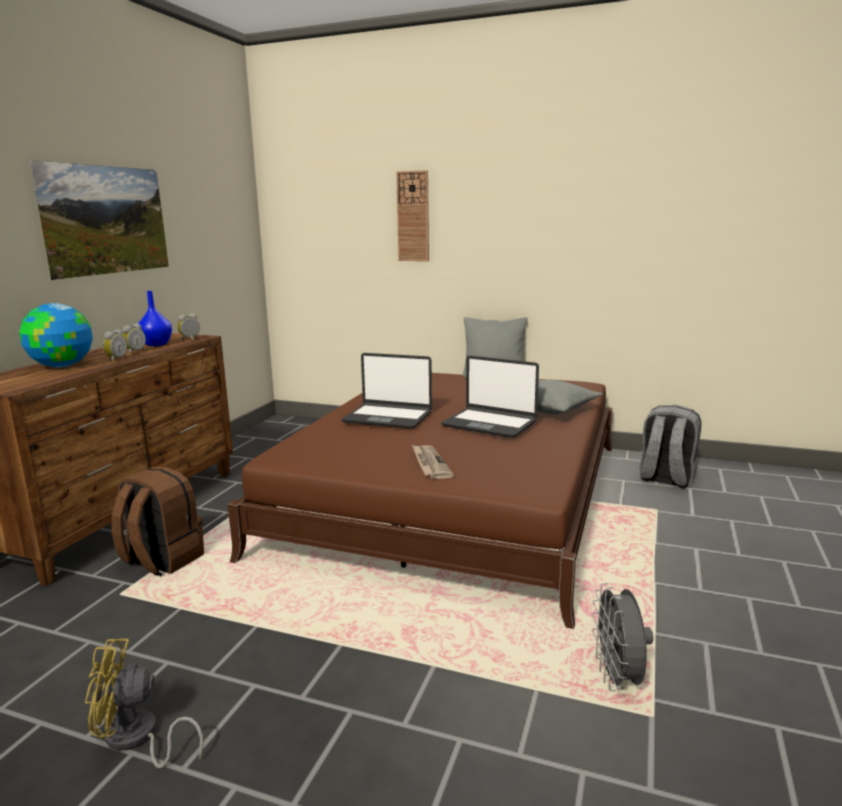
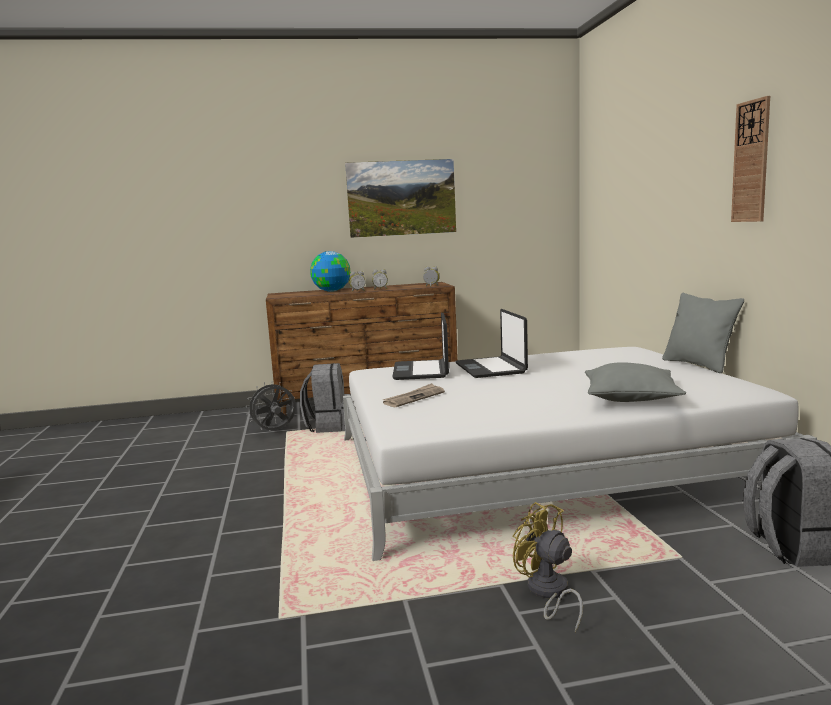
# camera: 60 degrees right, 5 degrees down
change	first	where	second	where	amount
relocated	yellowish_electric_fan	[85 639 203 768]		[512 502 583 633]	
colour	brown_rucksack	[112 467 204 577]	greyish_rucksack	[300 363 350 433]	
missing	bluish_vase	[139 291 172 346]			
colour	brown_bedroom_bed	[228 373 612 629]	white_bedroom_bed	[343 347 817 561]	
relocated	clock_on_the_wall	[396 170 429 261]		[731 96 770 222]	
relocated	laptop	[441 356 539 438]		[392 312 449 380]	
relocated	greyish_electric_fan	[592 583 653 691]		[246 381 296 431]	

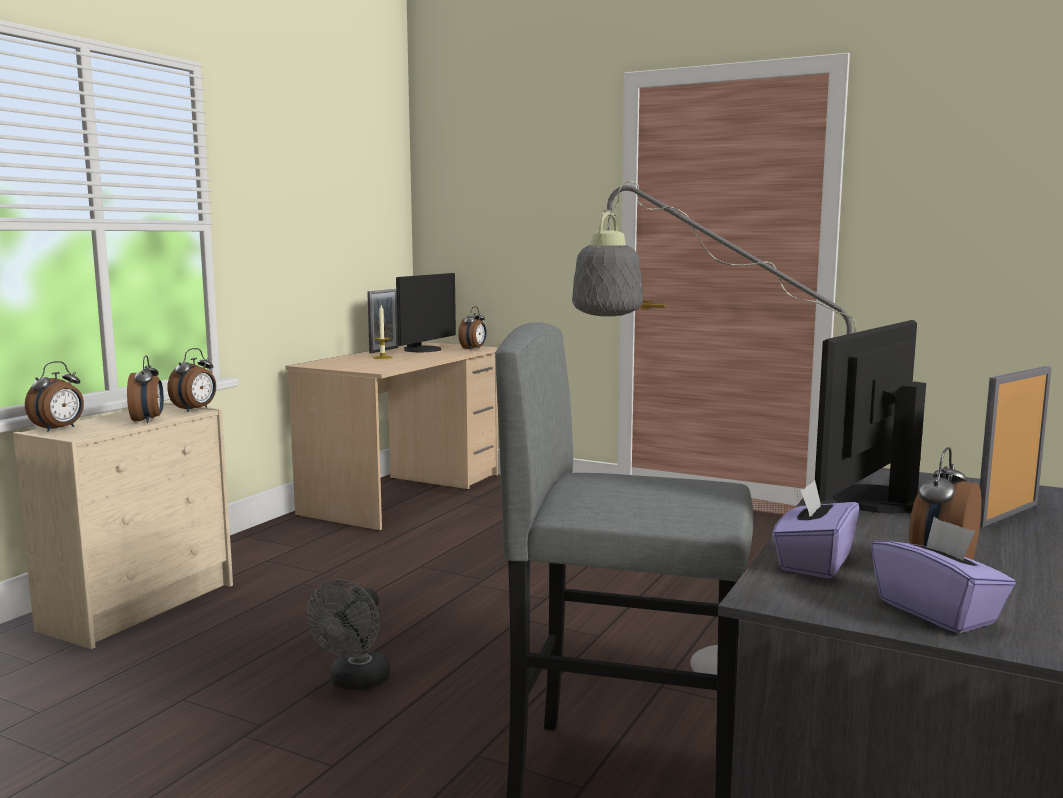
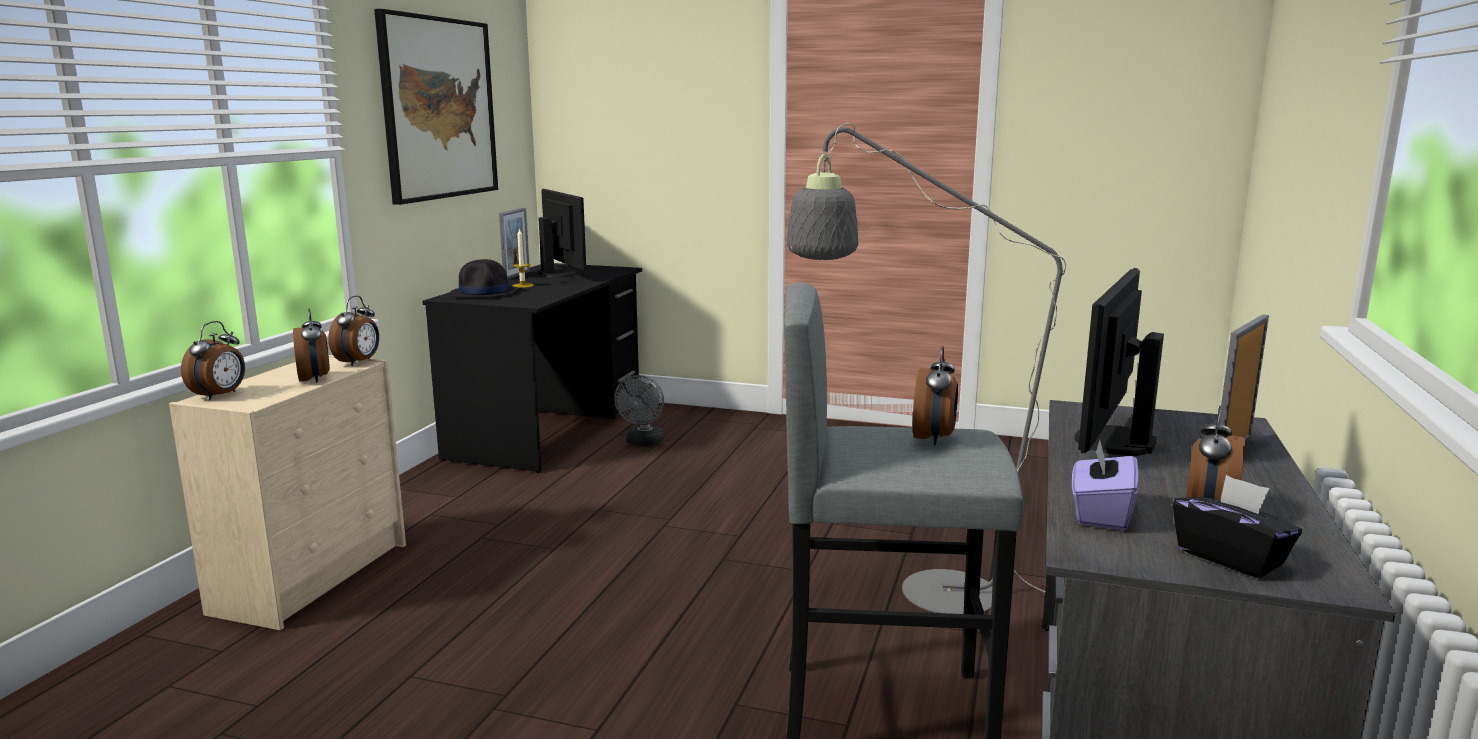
# camera: 10 degrees left, 5 degrees up
change	first	where	second	where	amount
colour	beige-coloured_desk_unit	[286 342 499 531]	blackish_desk_unit	[422 263 642 473]	
relocated	greyish_electric_fan	[307 579 390 690]		[614 375 664 446]	
spun	computer_display	[396 273 456 352]		[538 189 586 278]	45 degrees counterclockwise
relocated	bedside_clock	[458 306 486 350]		[913 346 958 445]	
colour	purple-coloured_tissue_holder	[871 517 1016 634]	blackish_tissue_holder	[1173 475 1302 578]	
appeared			picture	[374 9 498 205]	
appeared			blackish_wearable_hat	[449 259 518 298]	

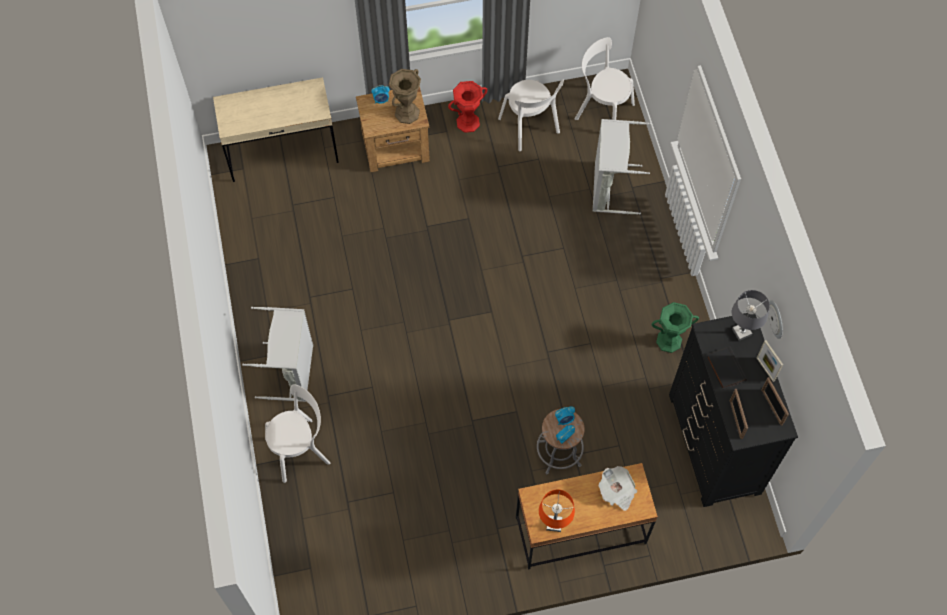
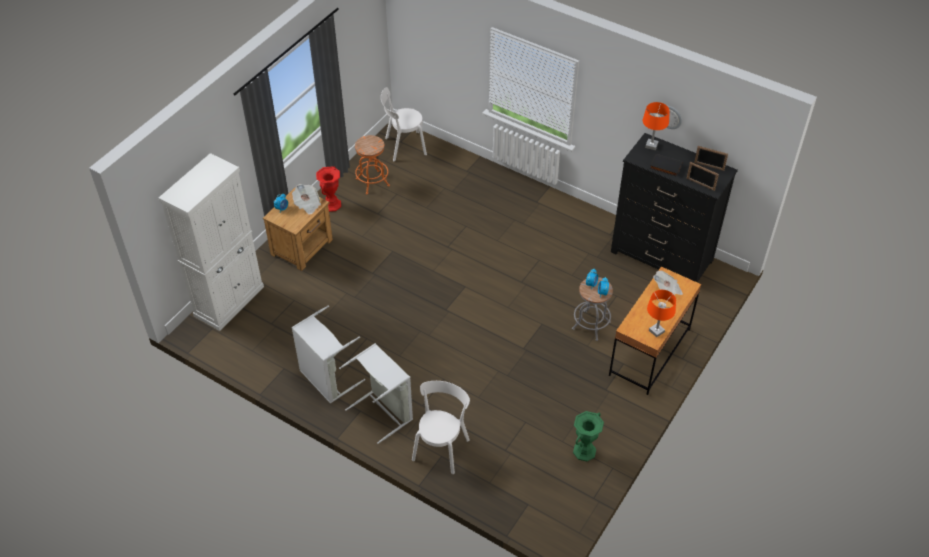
# camera: 45 degrees left, 15 degrees down
change	first	where	second	where	amount
exchanged	beige-coloured_desk_unit	[213 77 339 182]	white_storage_cabinet	[159 153 264 331]	
exchanged	brown_vase	[389 69 421 124]	printed_paper	[292 184 321 215]	
exchanged	white_upright_chair	[498 79 564 151]	orange-coloured_sitting_stool	[355 135 390 194]	
relocated	greyish_laundry_basket	[593 119 651 214]		[292 305 365 403]	
relocated	greenish_vase	[652 302 699 353]		[573 411 604 461]	
colour	greyish_lamp_for_a_table	[732 290 770 341]	orange-coloured_lamp_for_a_table	[643 102 670 150]	
missing	standing_frame	[757 340 783 382]			

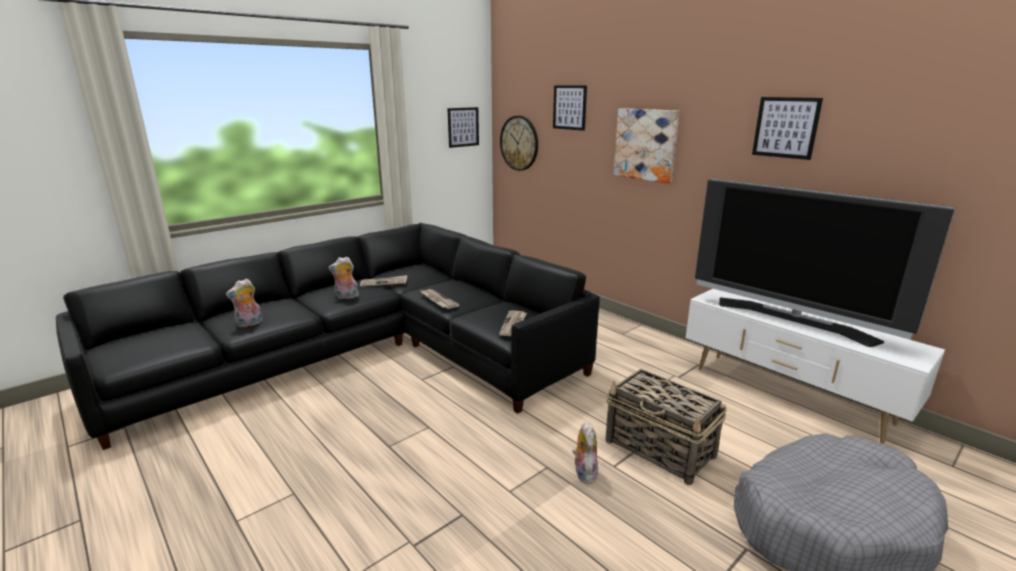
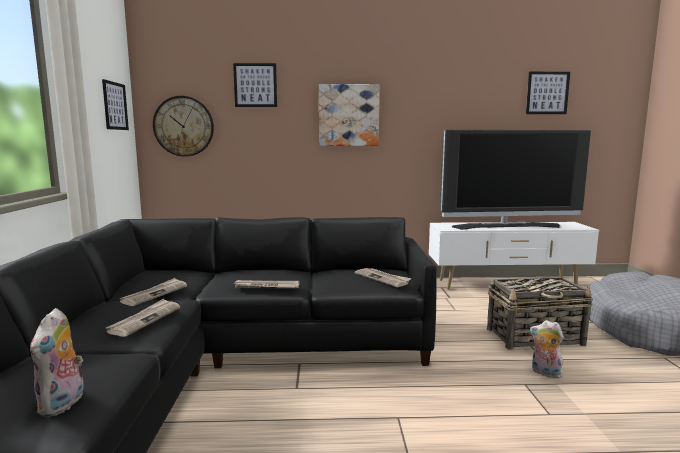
# camera: 50 degrees left, 10 degrees down
change	first	where	second	where	amount
exchanged	plush_toy	[328 256 359 299]	printed_paper	[106 299 180 337]	
relocated	picture	[752 97 823 160]		[526 72 570 114]	

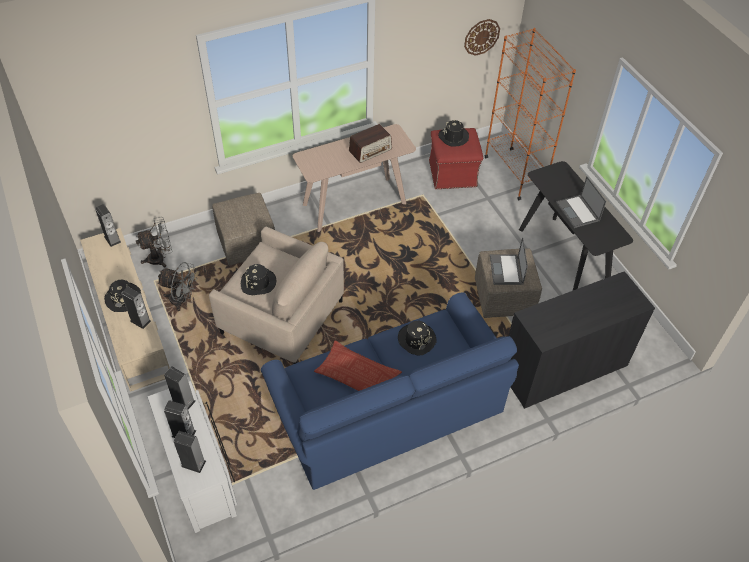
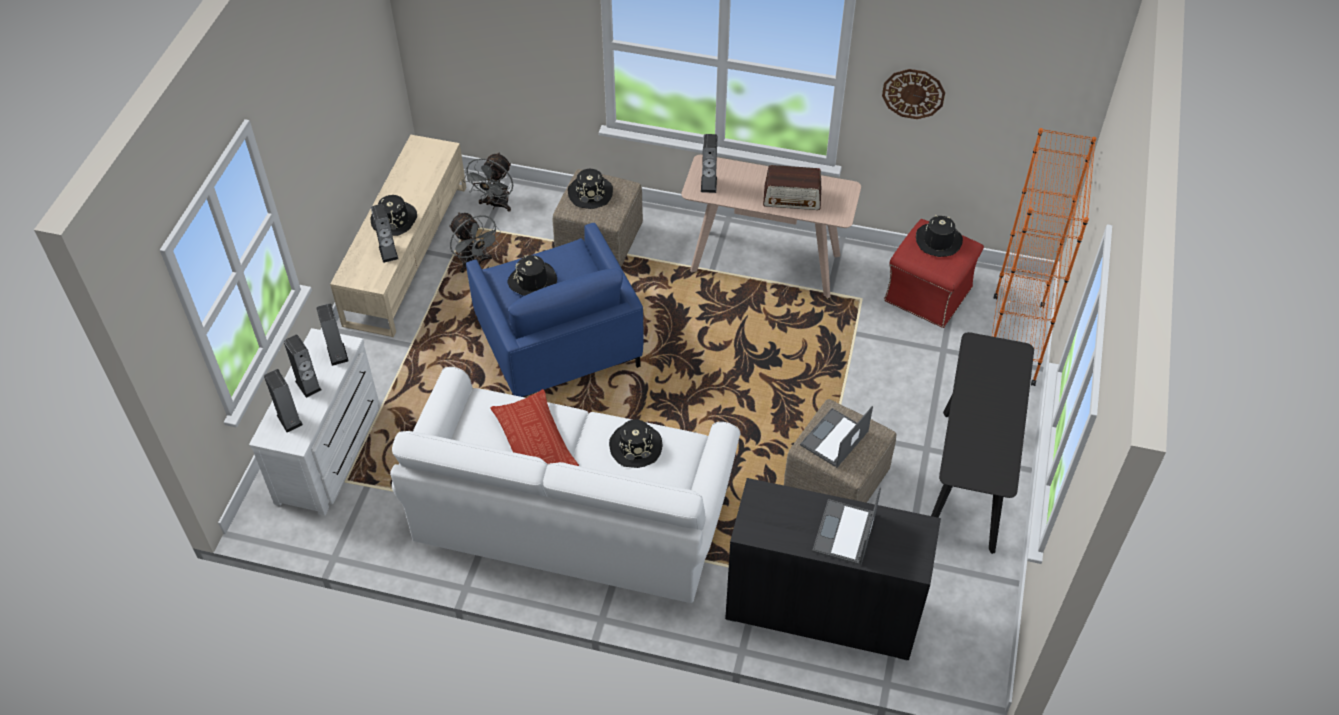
# camera: 40 degrees right, 0 degrees up
change	first	where	second	where	amount
relocated	audio_speaker	[95 204 121 247]		[701 134 718 193]	
spun	greyish_electric_fan	[136 217 172 267]		[463 152 513 212]	90 degrees clockwise
colour	beige-coloured_easy_chair	[209 227 344 364]	bluish_easy_chair	[466 223 643 397]	
colour	bluish_settee	[261 292 519 490]	white_settee	[390 367 740 603]	
relocated	clock_on_the_wall	[464 19 500 56]		[882 69 945 119]	
relocated	laptop	[556 176 606 228]		[812 488 881 566]	
appeared			blackish_wearable_hat	[568 169 613 209]	

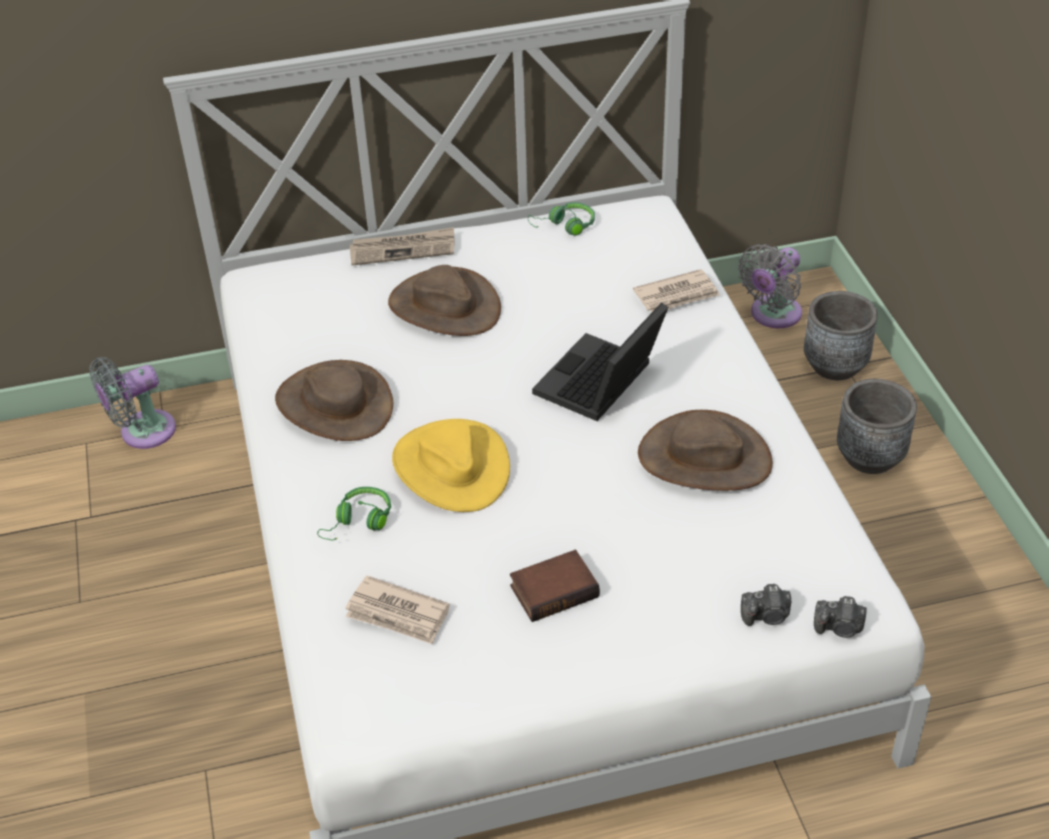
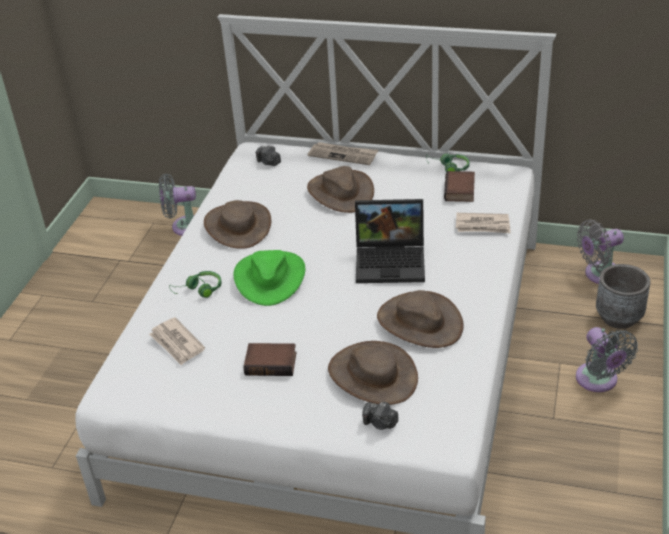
# camera: 30 degrees right, 5 degrees down
change	first	where	second	where	amount
colour	yellowish_wearable_hat	[392 419 510 512]	greenish_wearable_hat	[234 250 305 306]	
spun	laptop	[532 302 668 421]		[355 199 425 283]	150 degrees counterclockwise
relocated	photo_camera	[814 596 867 638]		[256 145 281 166]	
exchanged	greyish_flower_pot	[837 379 917 474]	greyish_electric_fan	[576 327 638 392]	
appeared			brown_wearable_hat	[328 341 418 405]	
appeared			book	[444 171 475 202]	

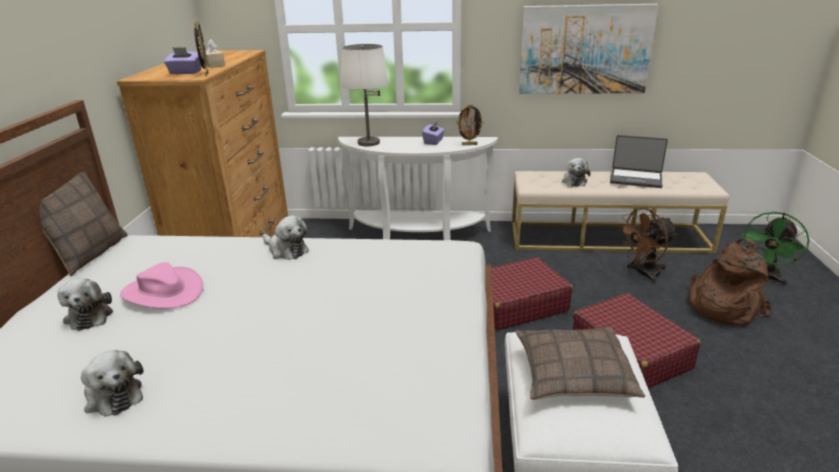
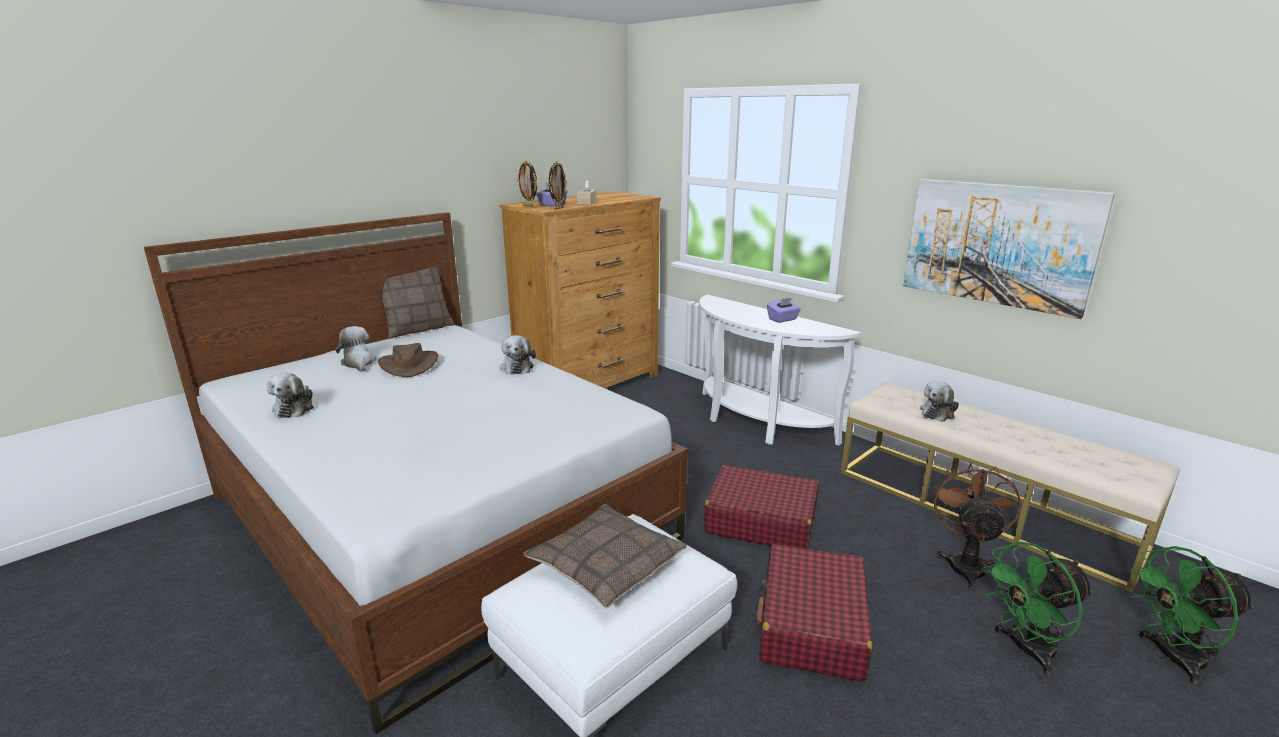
# camera: 40 degrees right, 5 degrees down
change	first	where	second	where	amount
spun	plush_toy	[57 278 113 331]		[336 326 376 372]	135 degrees clockwise
colour	pink-coloured_wearable_hat	[120 262 203 309]	brown_wearable_hat	[378 343 438 377]	
missing	white_lamp_for_a_table	[341 44 388 146]			
relocated	standing_frame	[456 104 484 145]		[517 160 538 207]	
missing	laptop	[610 135 668 188]			
spun	brown_electric_fan	[617 208 678 284]		[933 462 1021 590]	90 degrees clockwise
exchanged	brown_rucksack	[688 239 771 326]	greenish_electric_fan	[982 541 1093 676]	

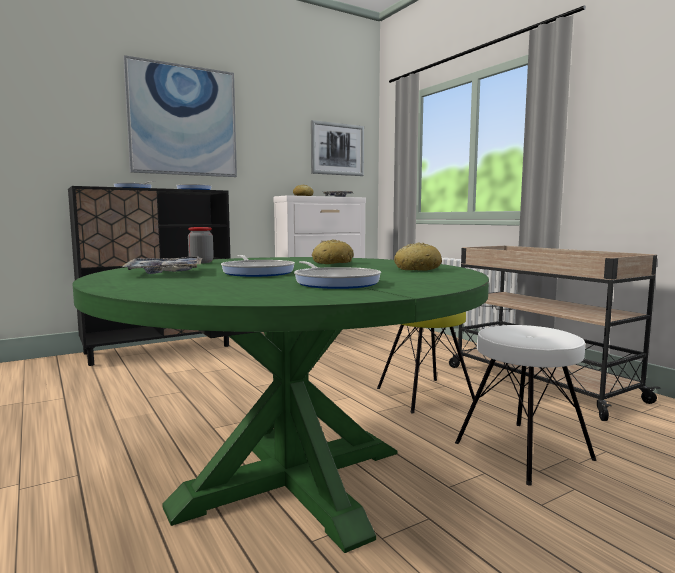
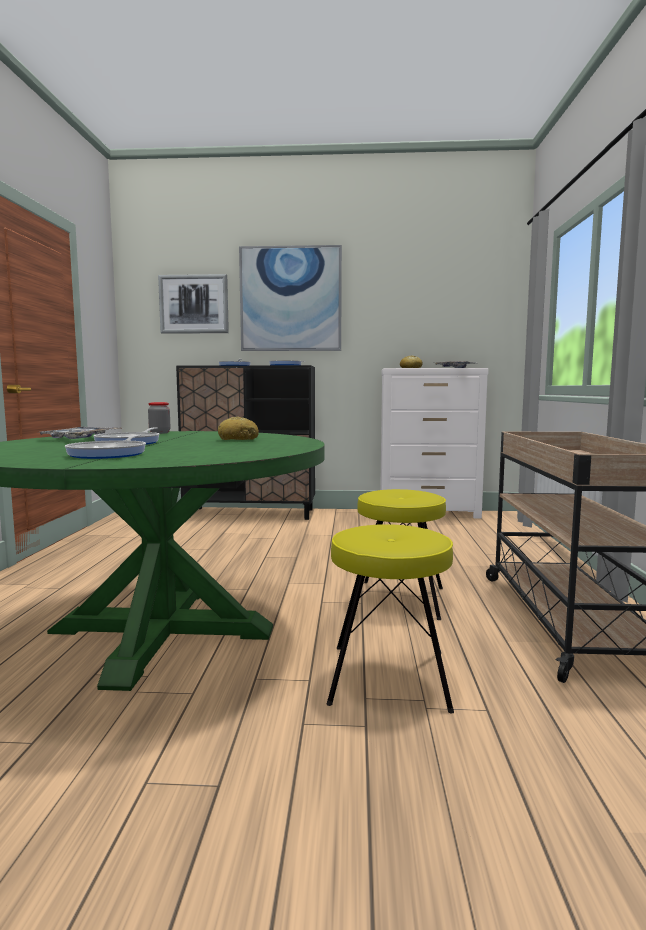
# camera: 35 degrees right, 0 degrees up
change	first	where	second	where	amount
relocated	picture	[311 120 364 176]		[158 274 229 334]	
missing	bread	[394 242 442 271]			
colour	white_sitting_stool	[455 325 597 486]	yellowish_sitting_stool	[327 524 454 714]	

